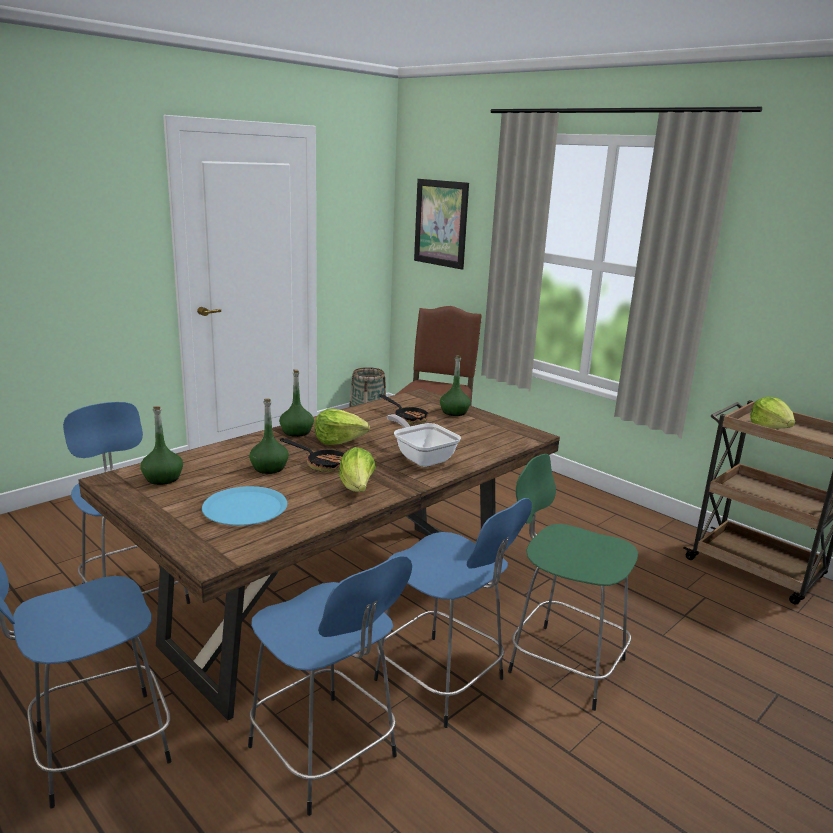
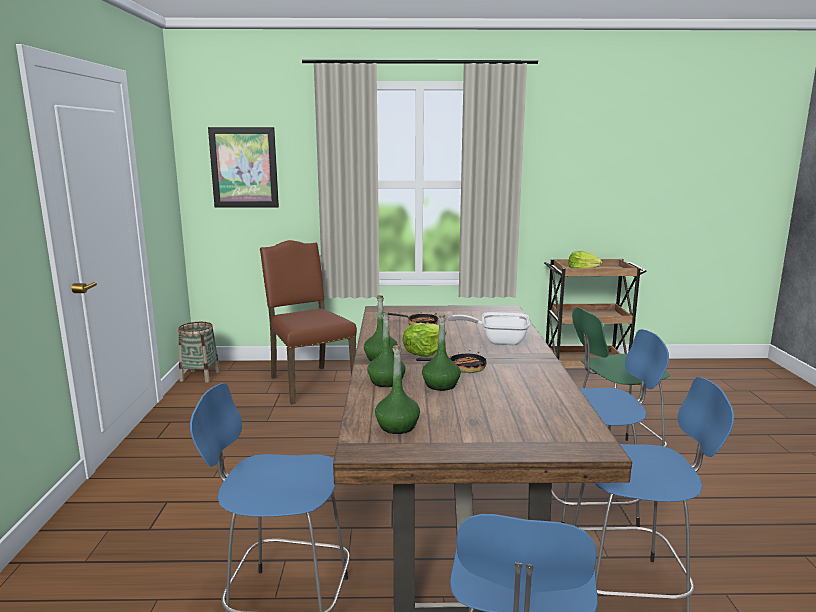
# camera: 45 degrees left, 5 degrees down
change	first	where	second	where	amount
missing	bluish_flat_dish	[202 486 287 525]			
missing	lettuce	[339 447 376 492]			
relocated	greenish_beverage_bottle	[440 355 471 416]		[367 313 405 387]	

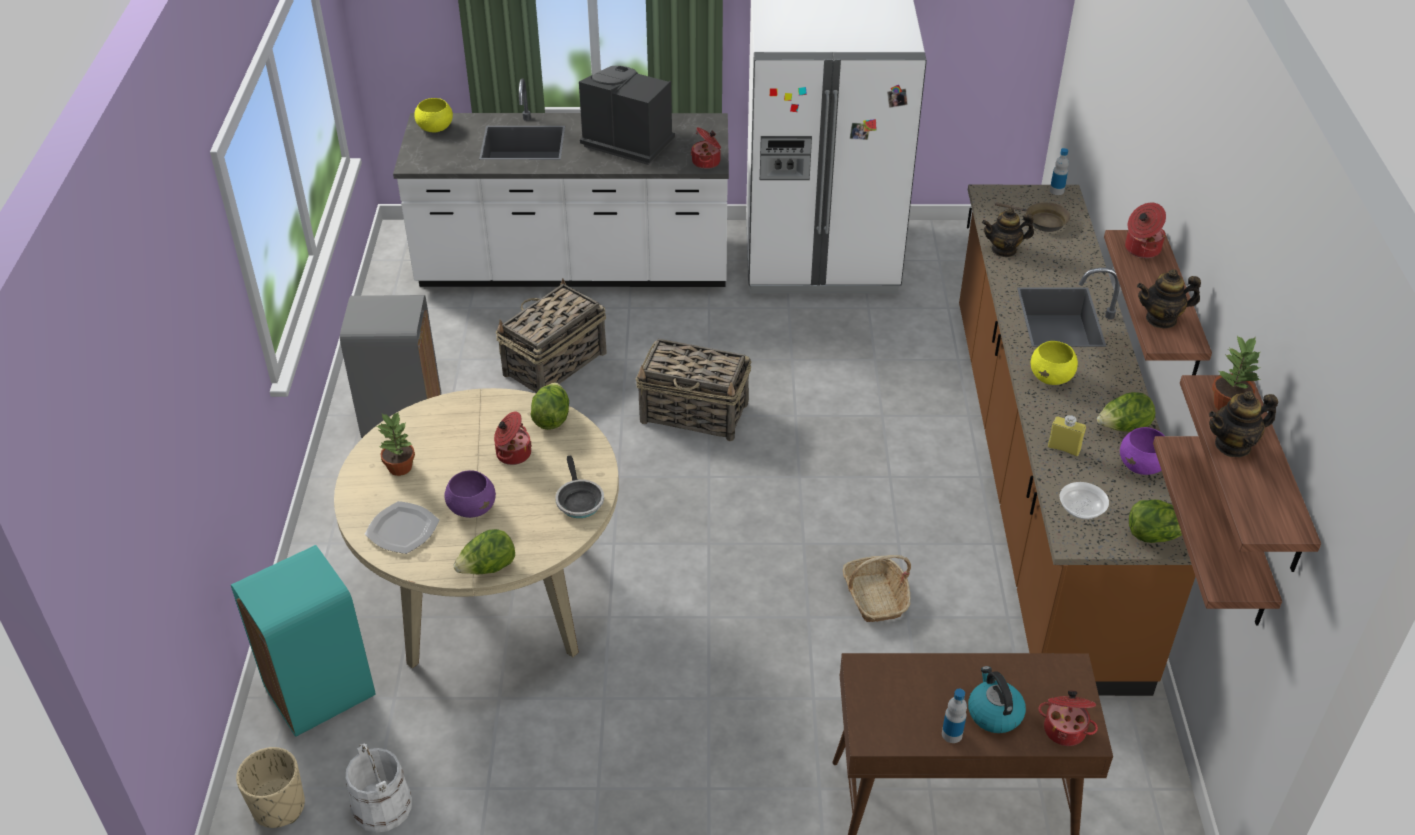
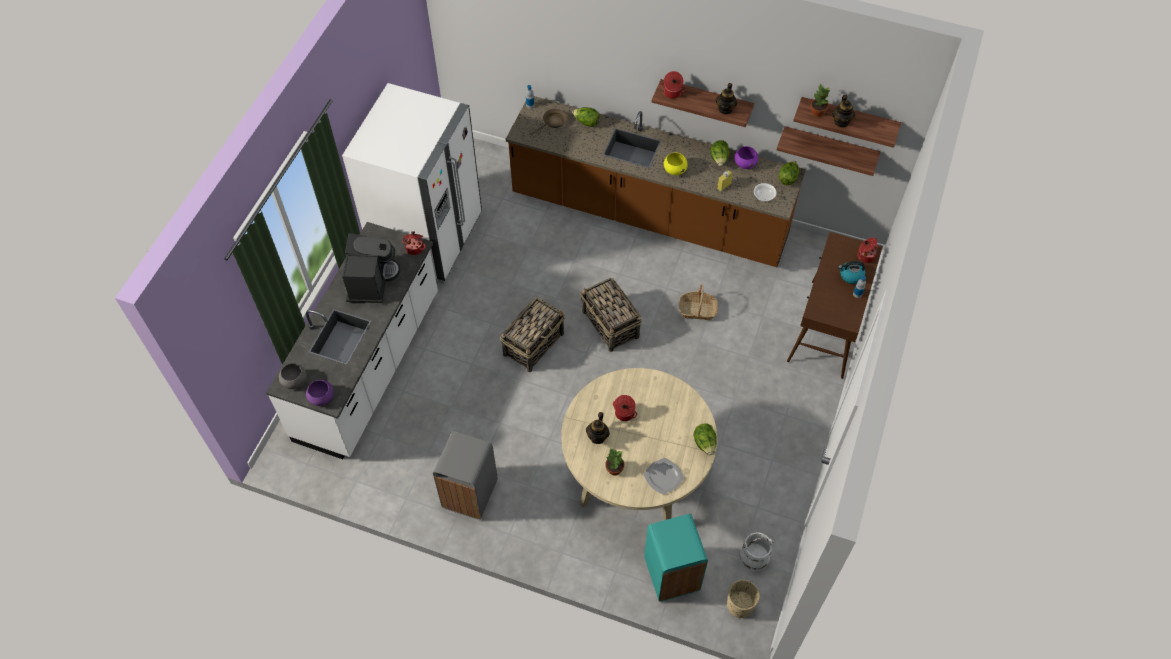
# camera: 70 degrees left, 15 degrees up
change	first	where	second	where	amount
colour	yellowish_serving_bowl	[414 98 453 132]	greyish_serving_bowl	[279 363 307 389]	
relocated	purple-coloured_serving_bowl	[445 470 496 518]		[306 380 334 406]	
relocated	household_basket	[496 278 607 393]		[580 278 642 352]	
relocated	lettuce	[530 382 569 430]		[572 107 599 127]	
missing	skillet	[555 456 604 518]			
spun	coffee_brewer	[579 66 675 165]		[342 233 400 303]	135 degrees clockwise
relocated	teapot	[982 208 1034 257]		[586 412 610 444]	

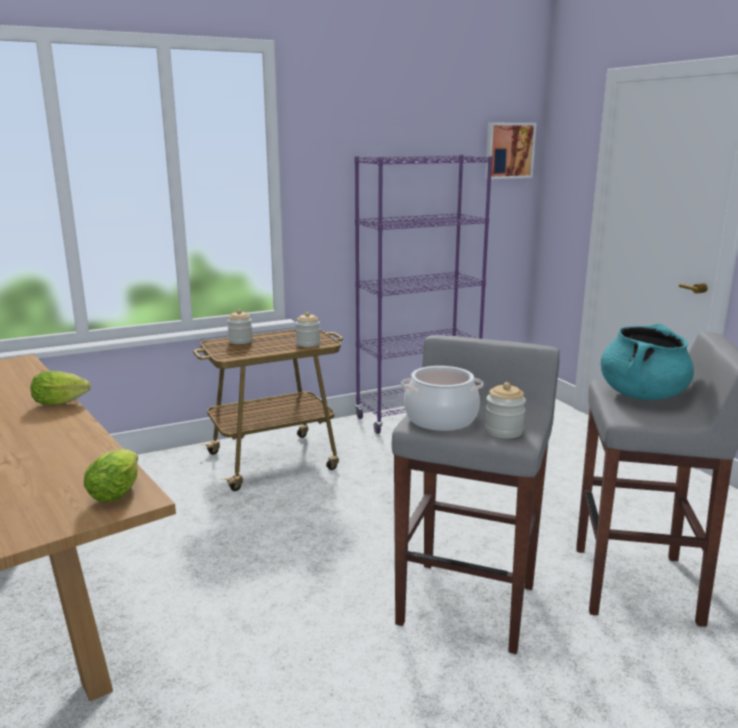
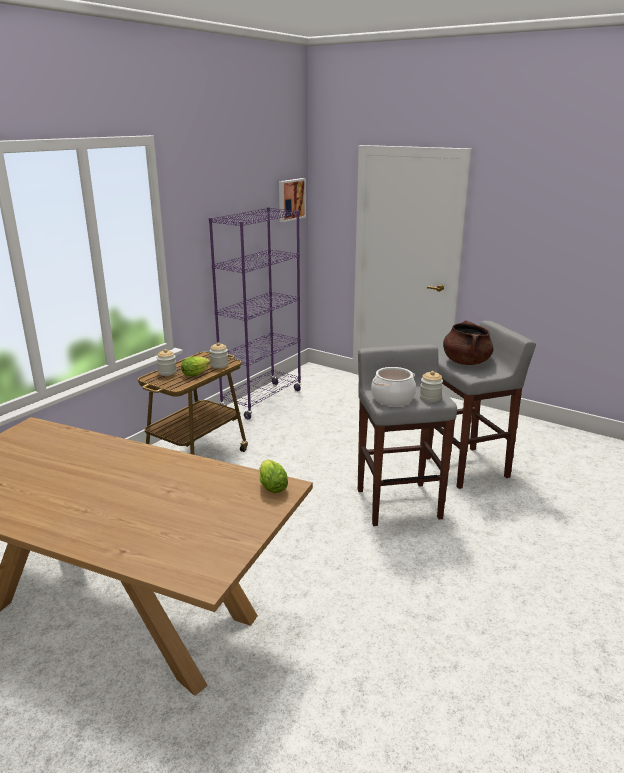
# camera: 30 degrees left, 5 degrees up
change	first	where	second	where	amount
relocated	lettuce	[30 371 91 405]		[181 356 210 376]	
colour	blue-green_stockpot	[601 324 694 400]	brown_stockpot	[443 320 493 365]	

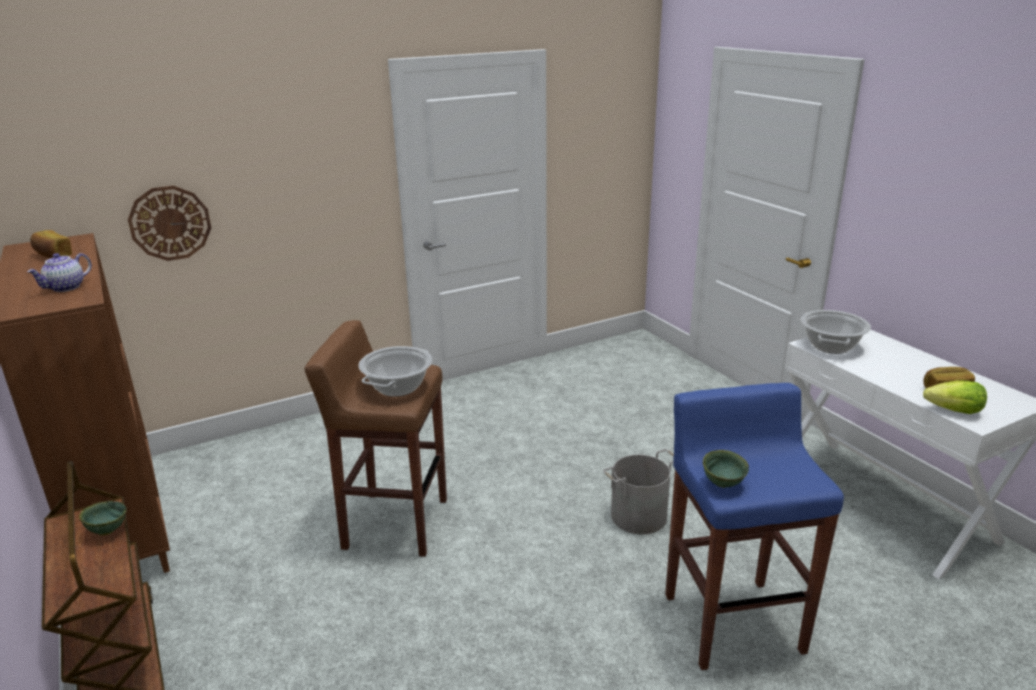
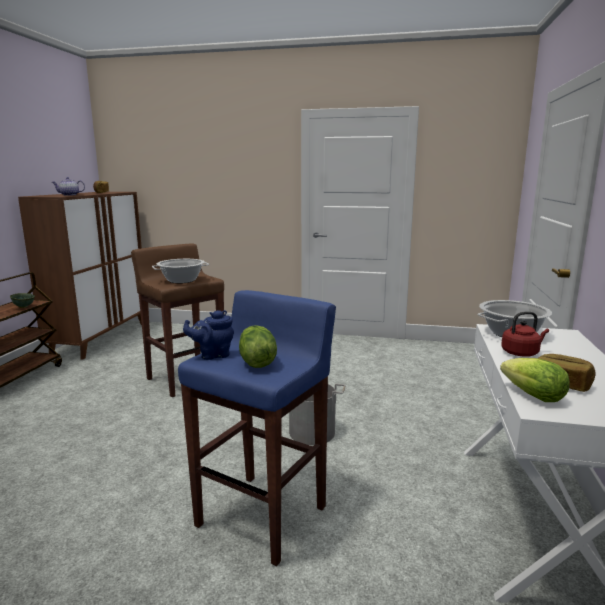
# camera: 40 degrees right, 10 degrees down
change	first	where	second	where	amount
missing	clock_on_the_wall	[128 186 211 261]			
exchanged	greenish_serving_bowl	[703 450 749 488]	bluish_teapot	[183 310 234 360]	
appeared			lettuce	[239 325 277 368]	
appeared			red_tea_kettle	[501 311 549 357]	

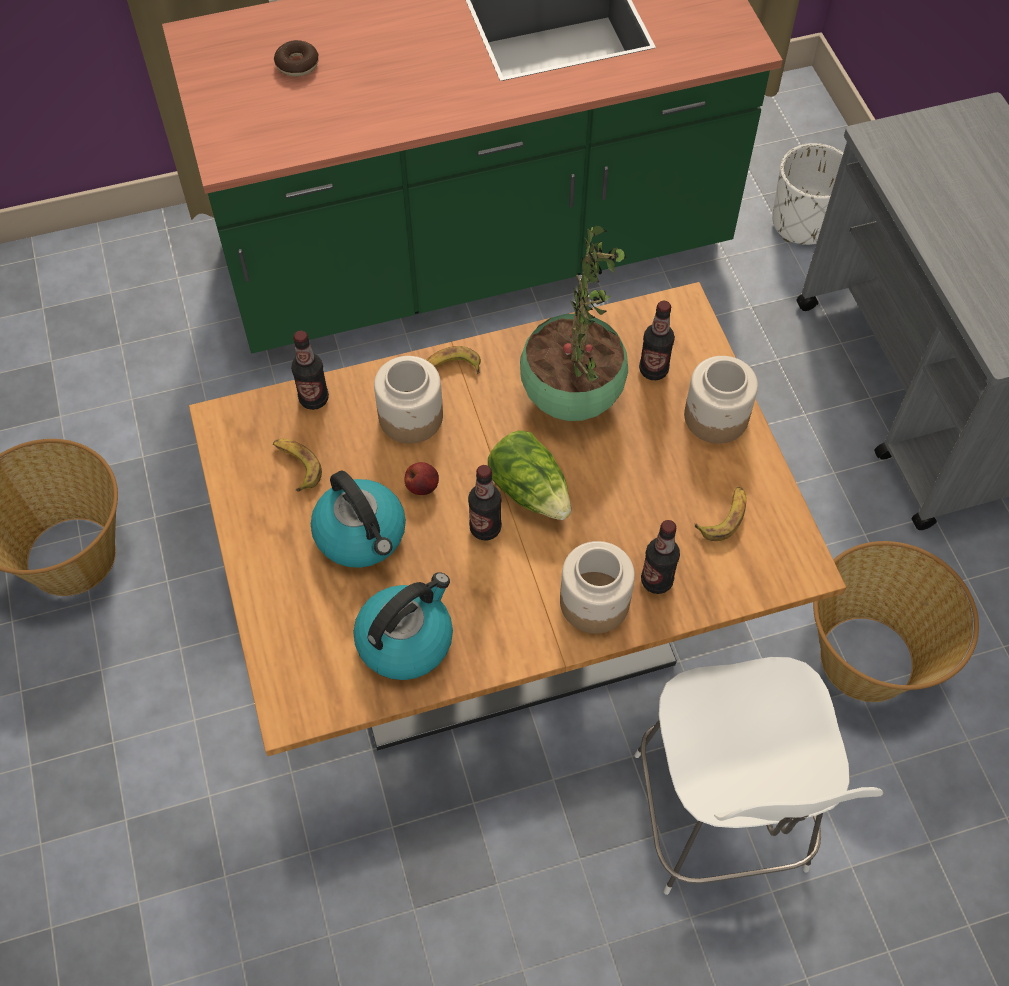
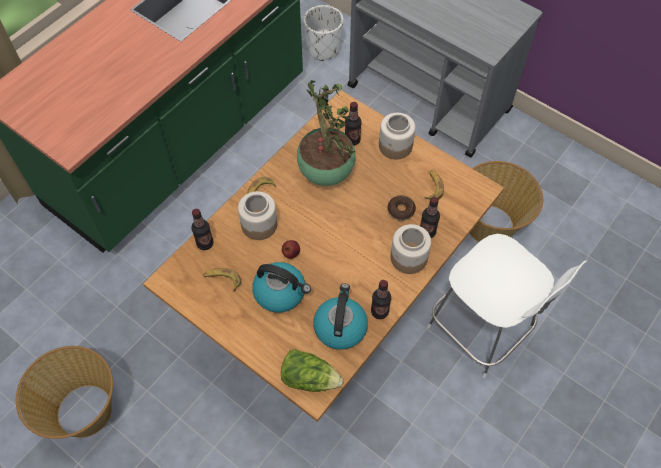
# camera: 35 degrees left, 0 degrees up
change	first	where	second	where	amount
relocated	donut	[274 40 319 77]		[387 195 416 221]	
relocated	beverage_bottle	[468 465 502 540]		[371 280 391 319]	
relocated	lettuce	[488 430 571 520]		[281 349 343 392]	

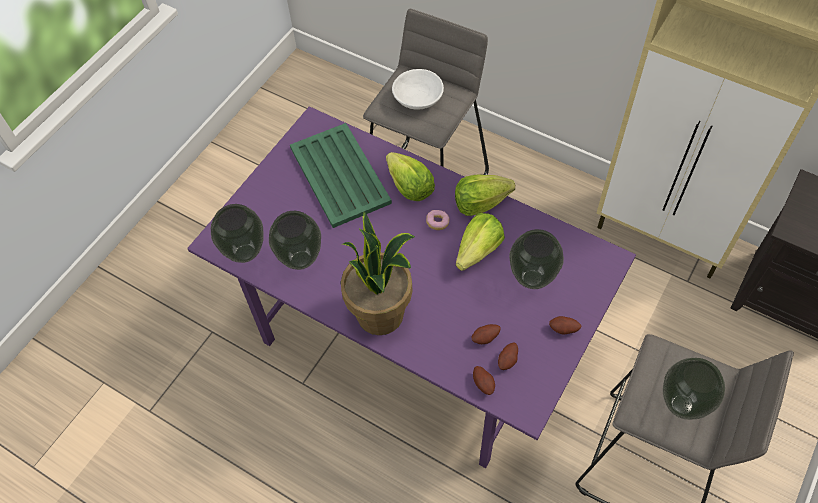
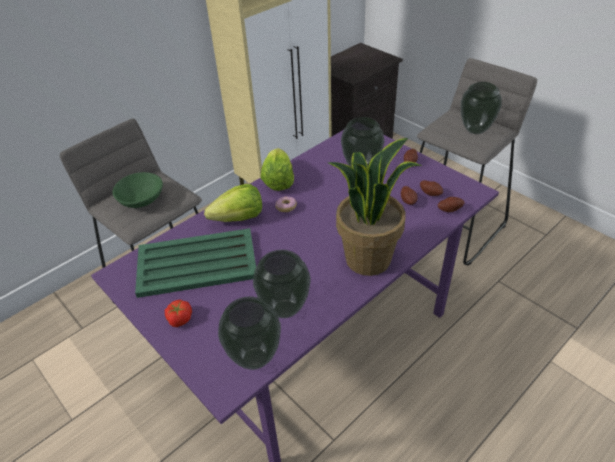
# camera: 75 degrees left, 15 degrees down
change	first	where	second	where	amount
colour	white_serving_bowl	[392 69 444 110]	greenish_serving_bowl	[113 172 163 208]	
missing	lettuce	[456 213 505 271]			
appeared			fresh_tomato	[165 300 192 327]	

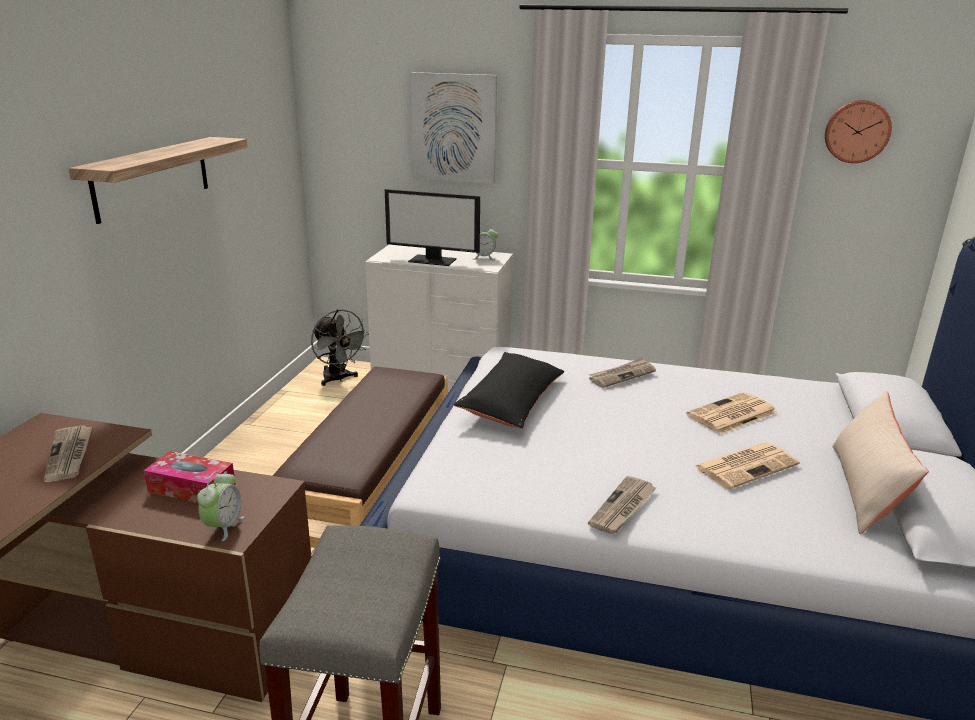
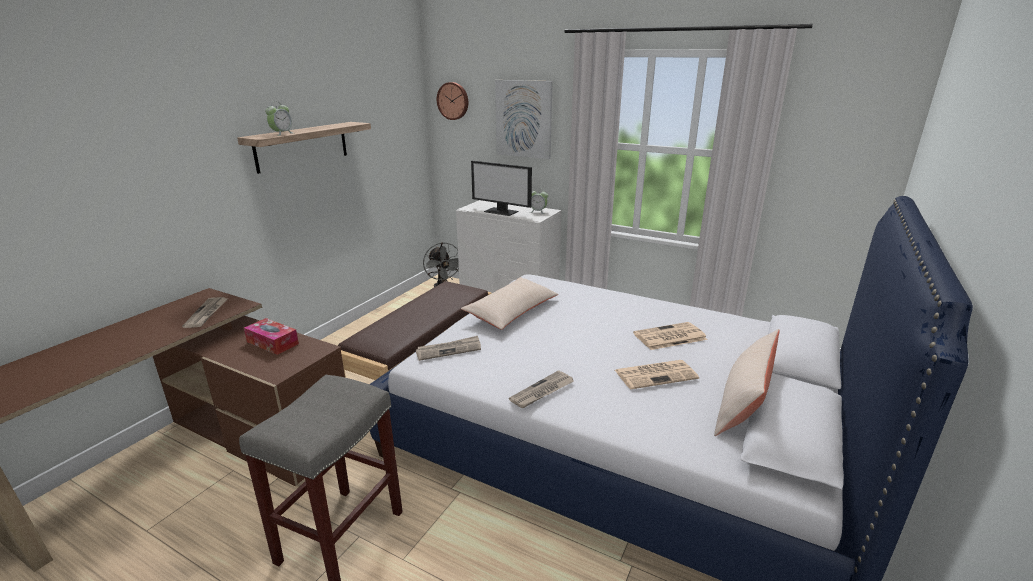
# camera: 15 degrees right, 0 degrees up
change	first	where	second	where	amount
relocated	bedside_clock	[197 472 245 541]		[265 101 293 136]	
colour	blackish_cushion	[453 352 565 429]	beige-coloured_cushion	[461 277 558 330]	
relocated	printed_paper	[589 358 656 388]		[416 336 481 361]	
relocated	clock_on_the_wall	[825 100 892 163]		[437 82 468 120]	

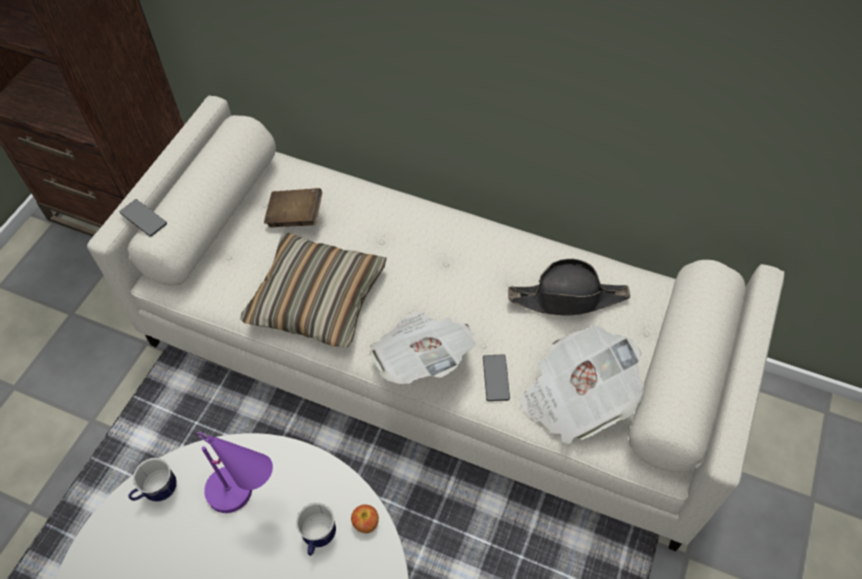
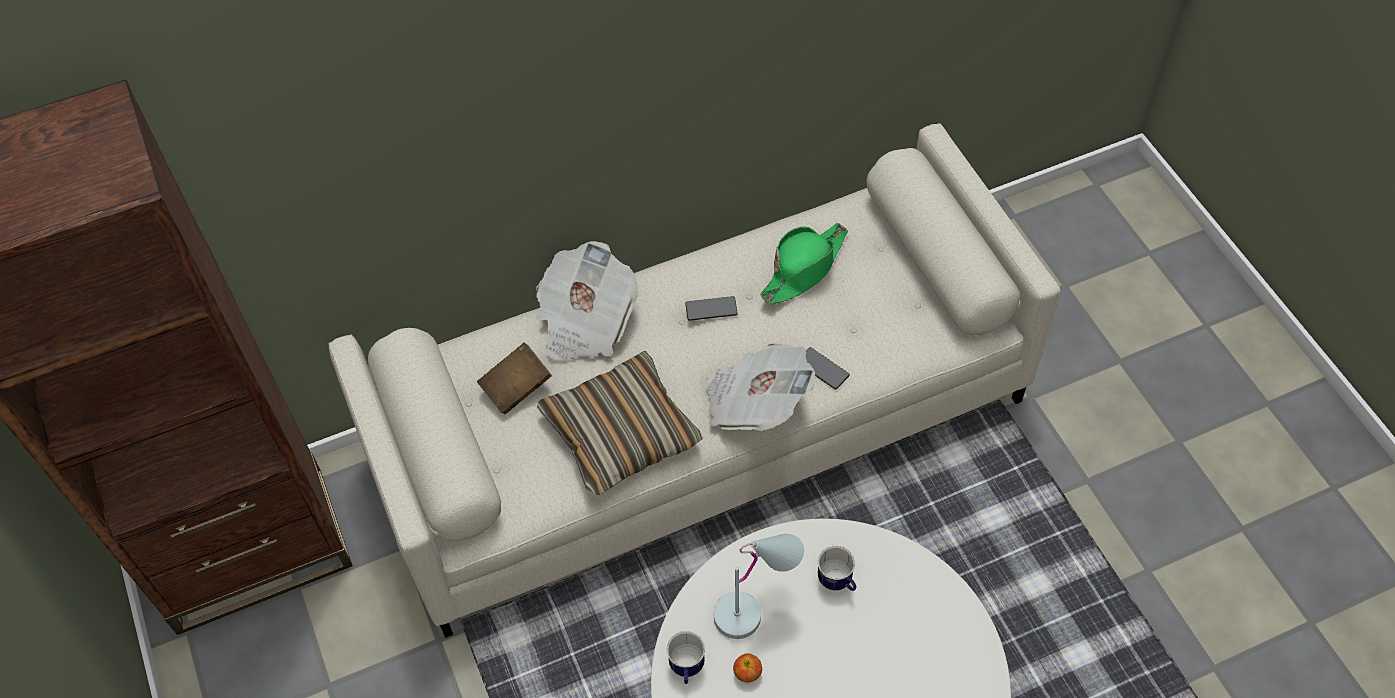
# camera: 45 degrees left, 0 degrees up
change	first	where	second	where	amount
relocated	phone	[120 199 167 237]		[685 296 738 321]	
colour	purple-coloured_lamp_for_a_table	[196 432 273 513]	white_lamp_for_a_table	[714 534 804 639]	
relocated	apple	[351 504 379 533]		[733 653 762 683]	
colour	blackish_wearable_hat	[508 259 630 316]	greenish_wearable_hat	[760 223 848 305]	
relocated	printed_paper	[519 325 644 445]		[535 241 638 361]	

